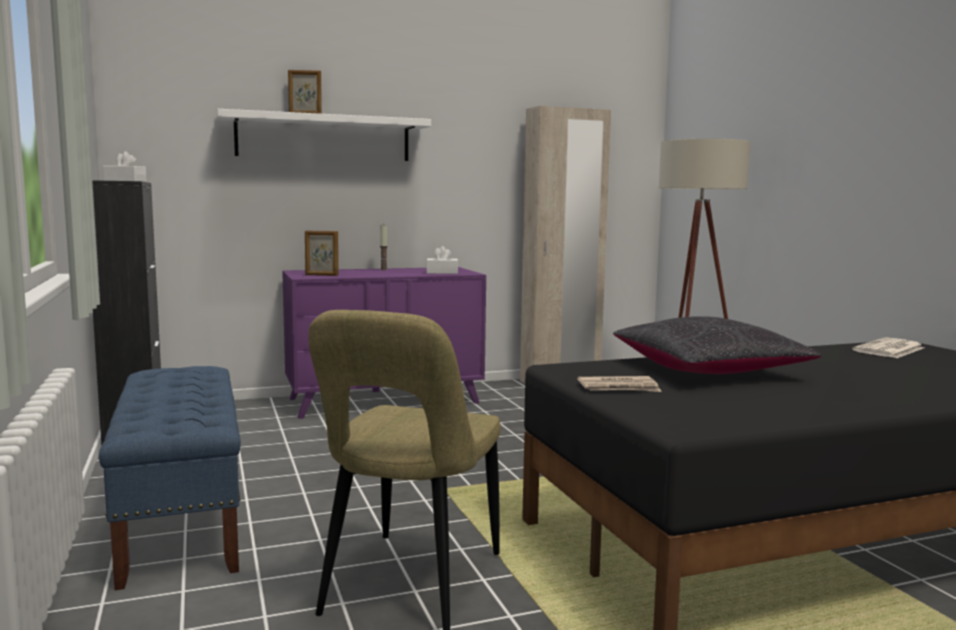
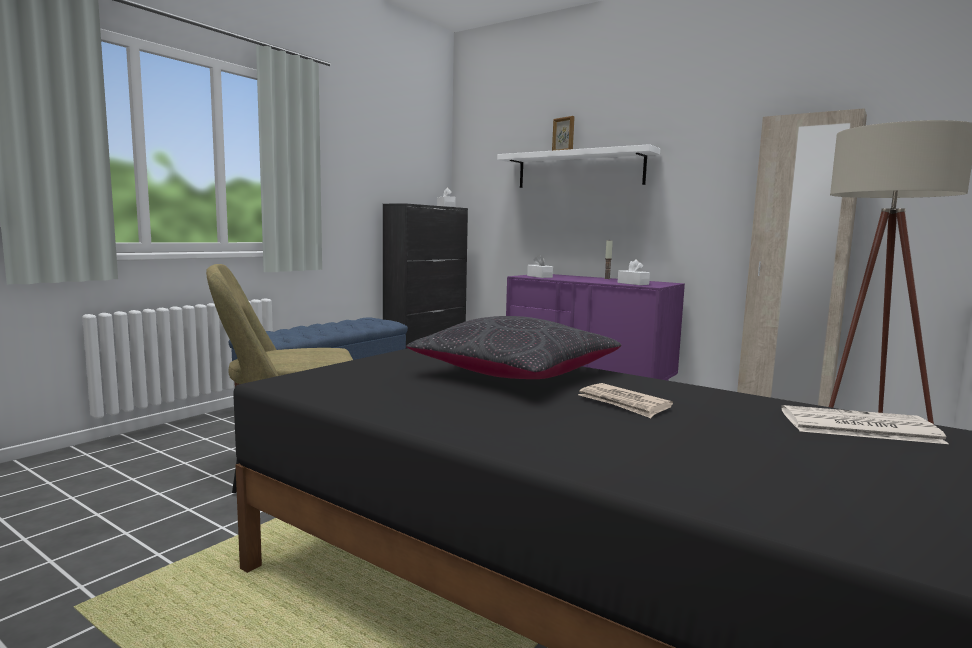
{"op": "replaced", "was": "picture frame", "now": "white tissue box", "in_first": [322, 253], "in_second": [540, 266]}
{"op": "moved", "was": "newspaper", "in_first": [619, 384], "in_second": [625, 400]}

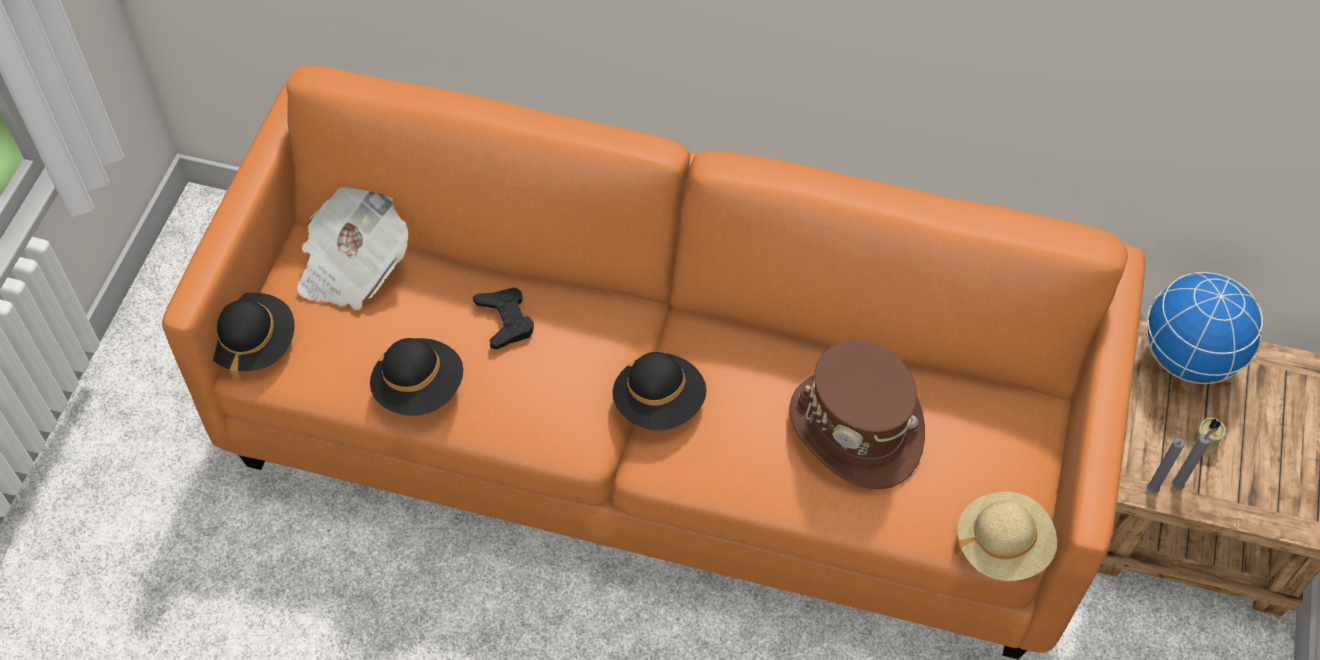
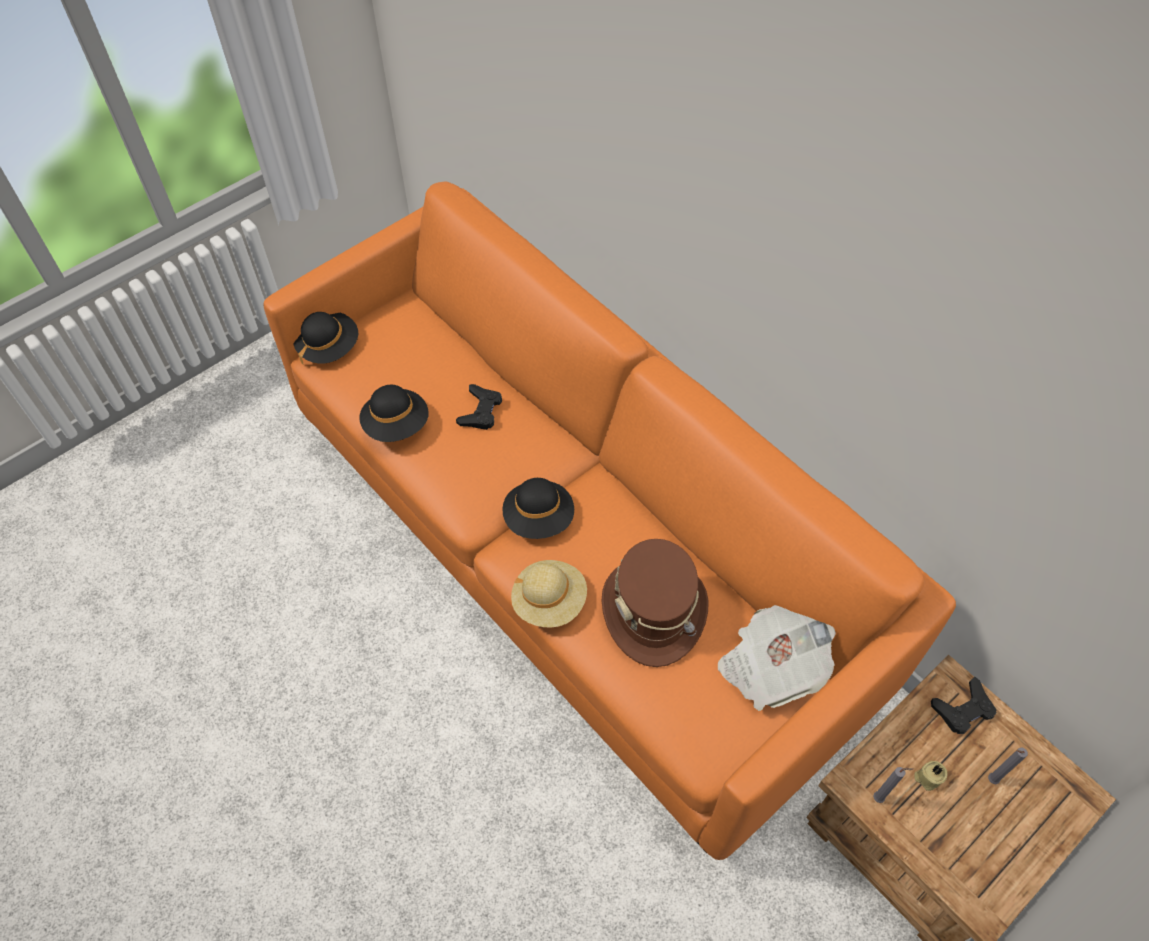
{"op": "moved", "was": "beige hat", "in_first": [1006, 536], "in_second": [549, 593]}
{"op": "moved", "was": "newspaper", "in_first": [352, 248], "in_second": [777, 658]}
{"op": "replaced", "was": "globe", "now": "black game controller", "in_first": [1205, 328], "in_second": [964, 705]}
{"op": "moved", "was": "grey candle", "in_first": [1166, 466], "in_second": [1008, 765]}

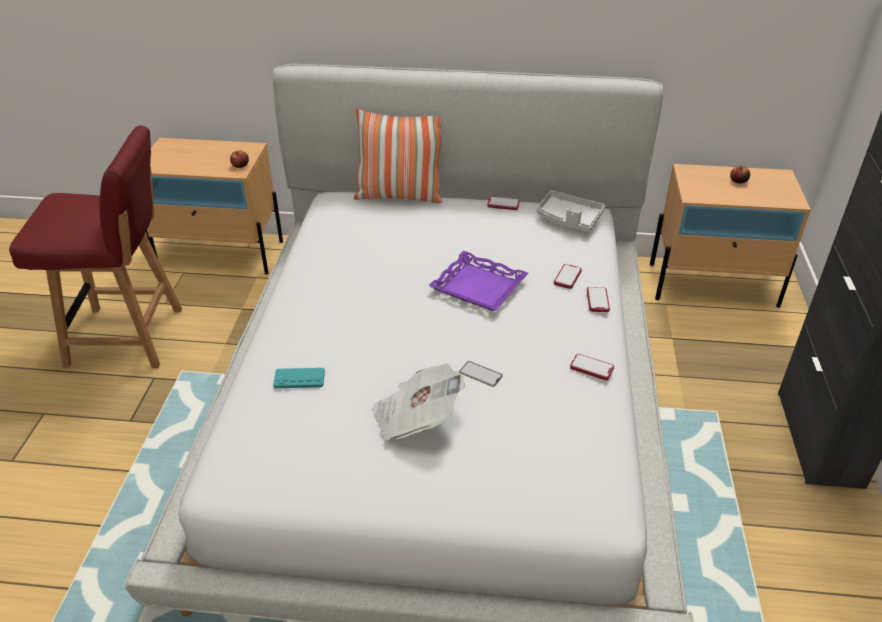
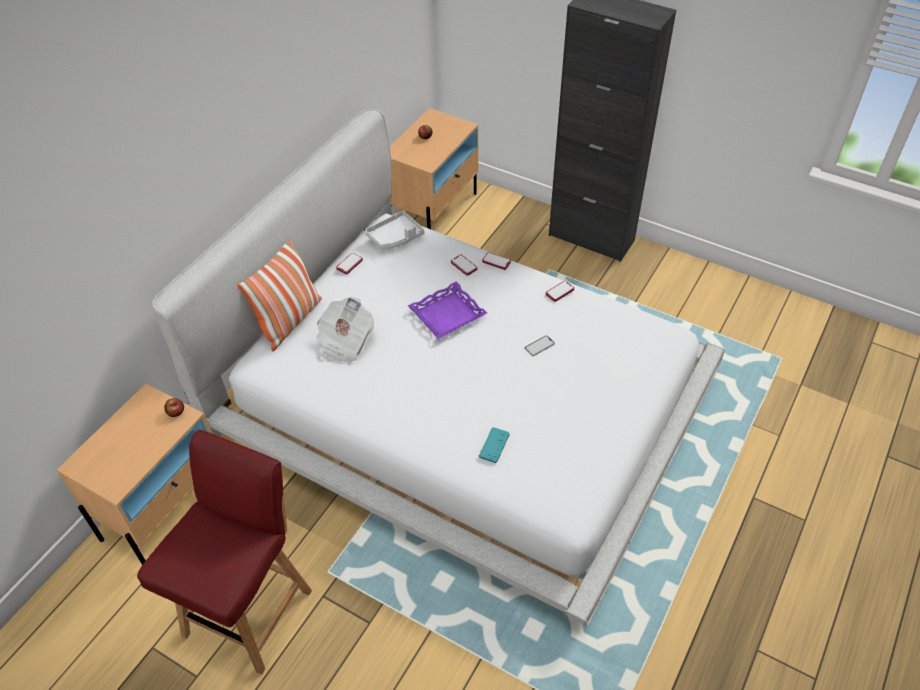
{"op": "moved", "was": "newspaper", "in_first": [418, 402], "in_second": [345, 329]}

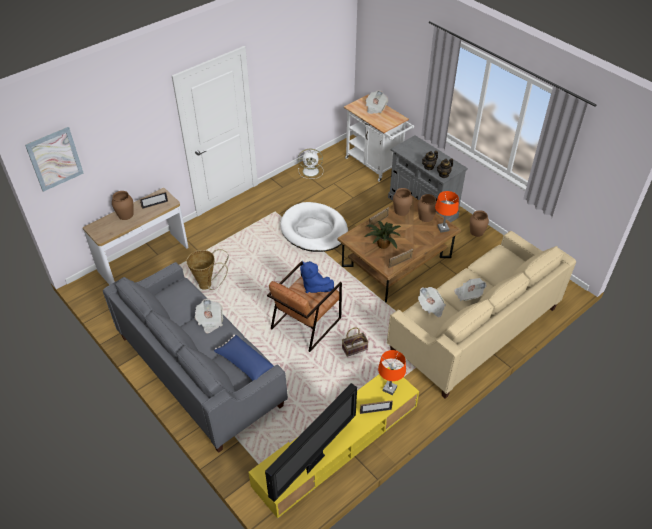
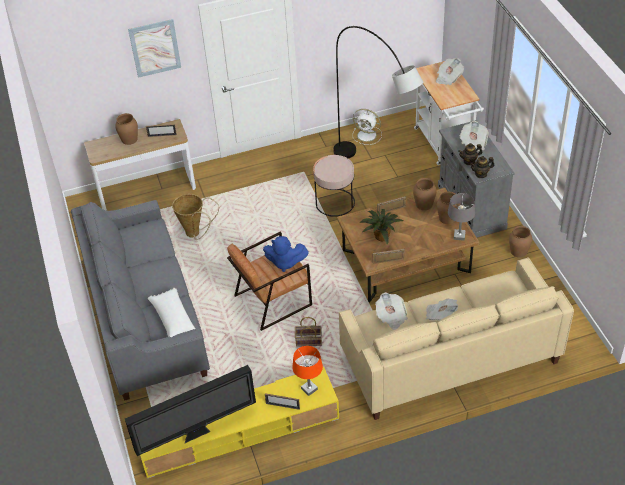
{"op": "moved", "was": "picture", "in_first": [54, 159], "in_second": [154, 48]}
{"op": "recoloured", "was": "blue pillow", "now": "white pillow", "in_first": [244, 358], "in_second": [171, 312]}
{"op": "turned", "was": "blue plush toy", "in_first": [317, 277], "in_second": [286, 254], "clockwise": -60}
{"op": "replaced", "was": "white dog bed", "now": "pink side table", "in_first": [314, 227], "in_second": [334, 186]}
{"op": "added", "now": "grey floor lamp", "in_second": [378, 92]}
{"op": "recoloured", "was": "orange table lamp", "now": "grey table lamp", "in_first": [447, 212], "in_second": [461, 217]}
{"op": "moved", "was": "newspaper", "in_first": [209, 316], "in_second": [474, 136]}

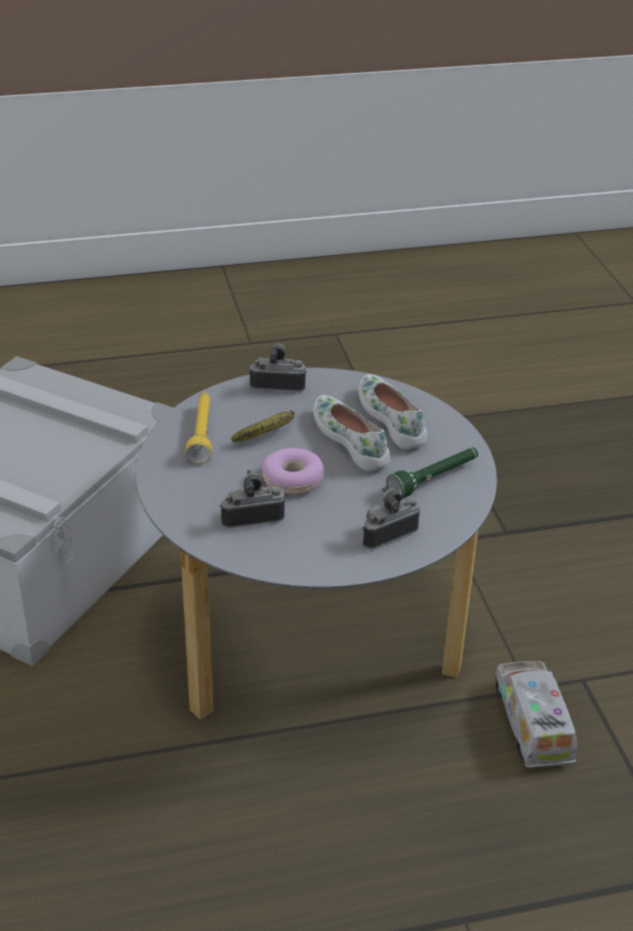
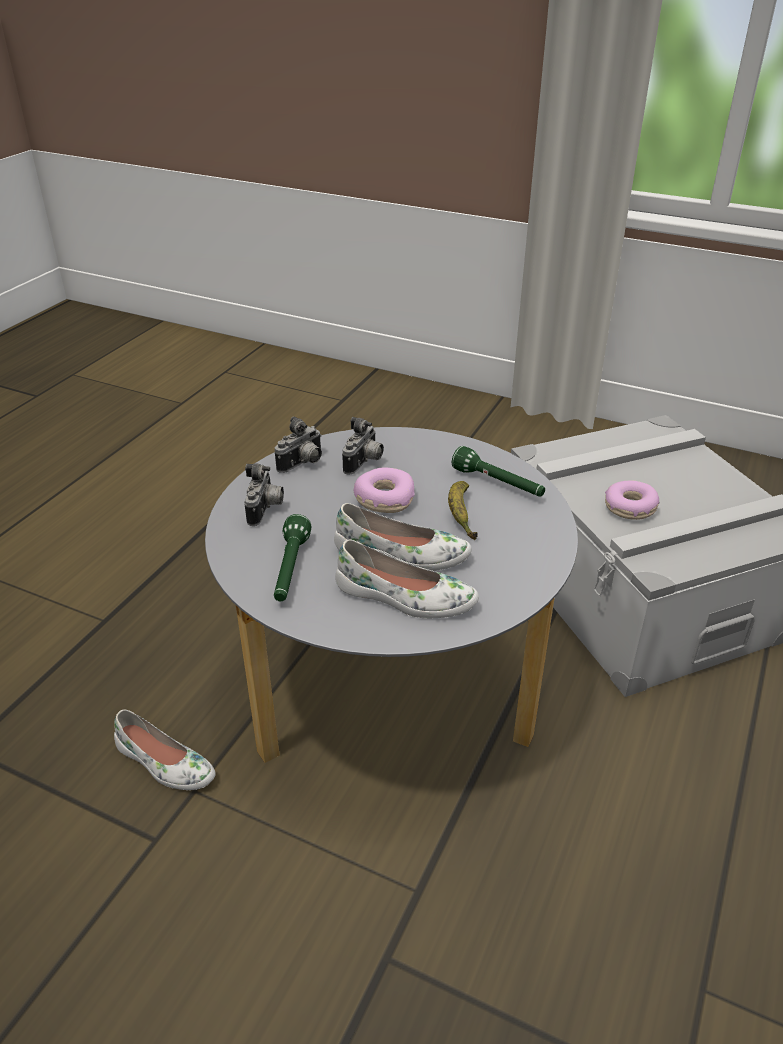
{"op": "replaced", "was": "toy truck", "now": "white shoe", "in_first": [536, 714], "in_second": [165, 750]}
{"op": "moved", "was": "photo camera", "in_first": [278, 367], "in_second": [298, 444]}
{"op": "recoloured", "was": "yellow flashlight", "now": "green flashlight", "in_first": [198, 428], "in_second": [498, 471]}
{"op": "added", "now": "donut", "in_second": [632, 500]}

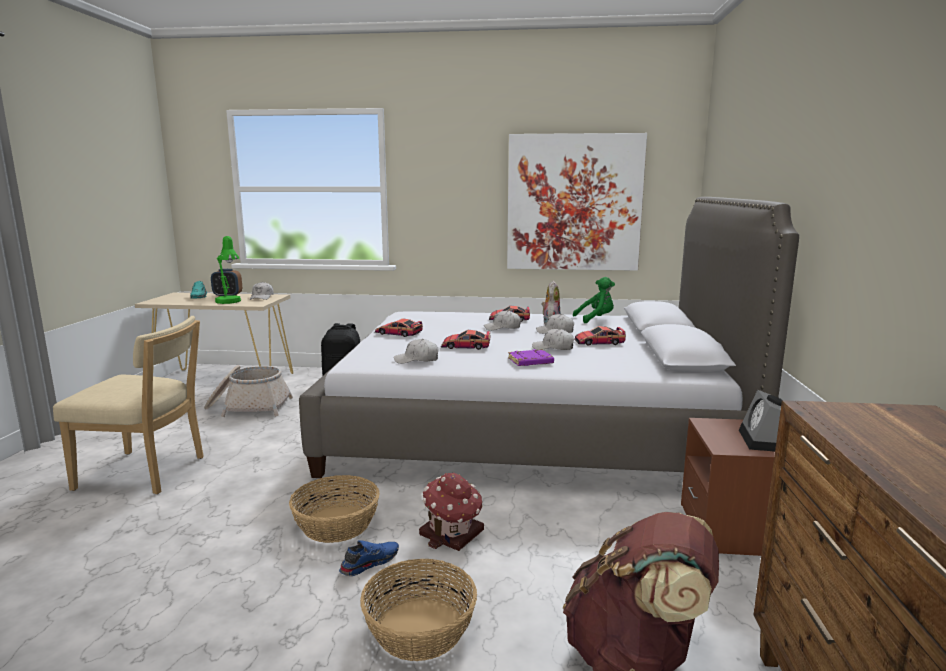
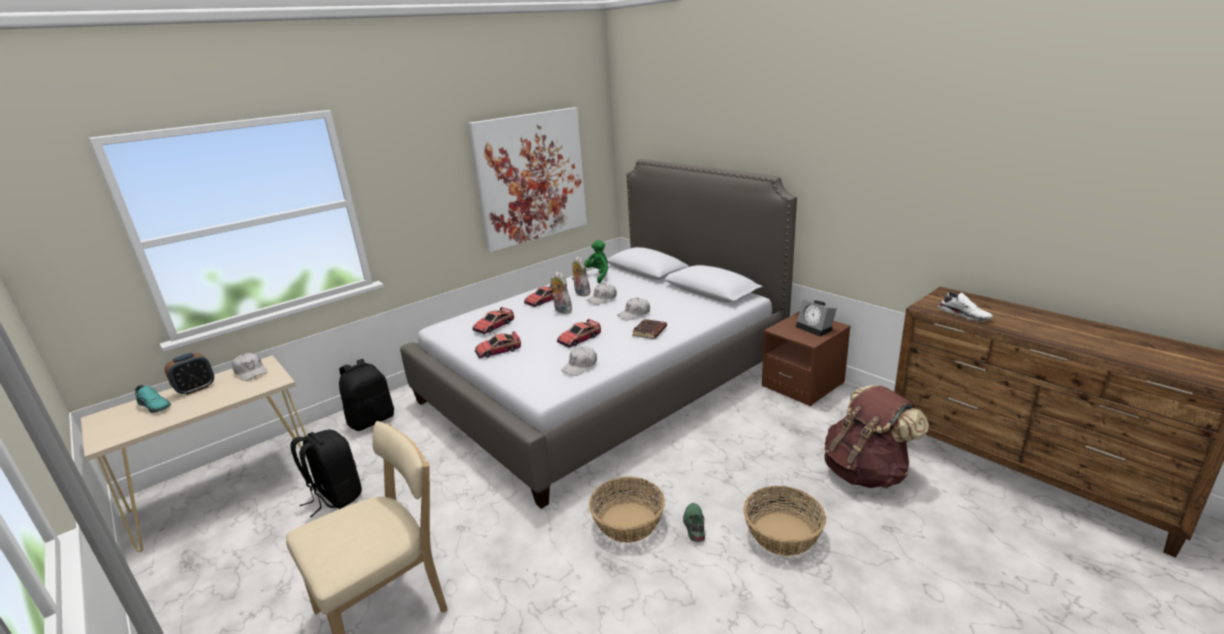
{"op": "replaced", "was": "basket", "now": "black backpack", "in_first": [248, 391], "in_second": [326, 473]}
{"op": "moved", "was": "toy car", "in_first": [600, 336], "in_second": [493, 320]}
{"op": "replaced", "was": "white cap", "now": "plush toy", "in_first": [502, 320], "in_second": [561, 293]}
{"op": "recoloured", "was": "purple book", "now": "brown book", "in_first": [531, 357], "in_second": [649, 329]}
{"op": "recoloured", "was": "blue shoe", "now": "green shoe", "in_first": [369, 558], "in_second": [694, 522]}
{"op": "added", "now": "white shoe", "in_second": [965, 306]}
{"op": "removed", "was": "green table lamp", "in_first": [228, 270]}
{"op": "removed", "was": "toy house", "in_first": [451, 512]}

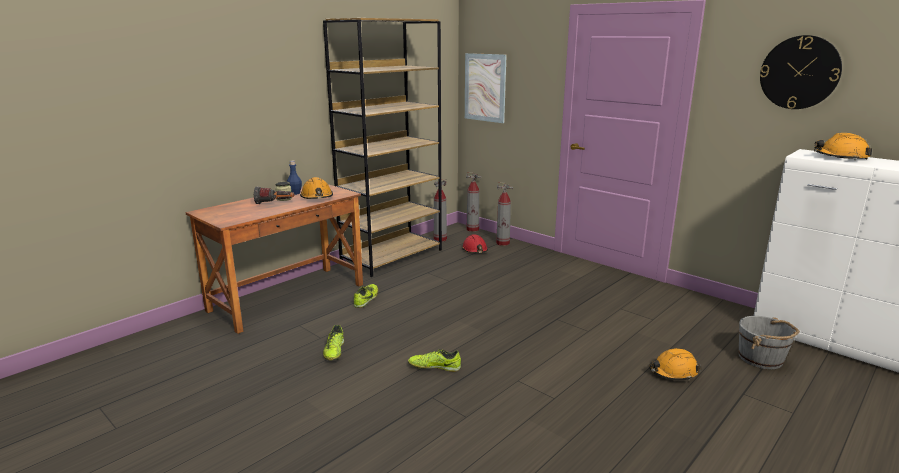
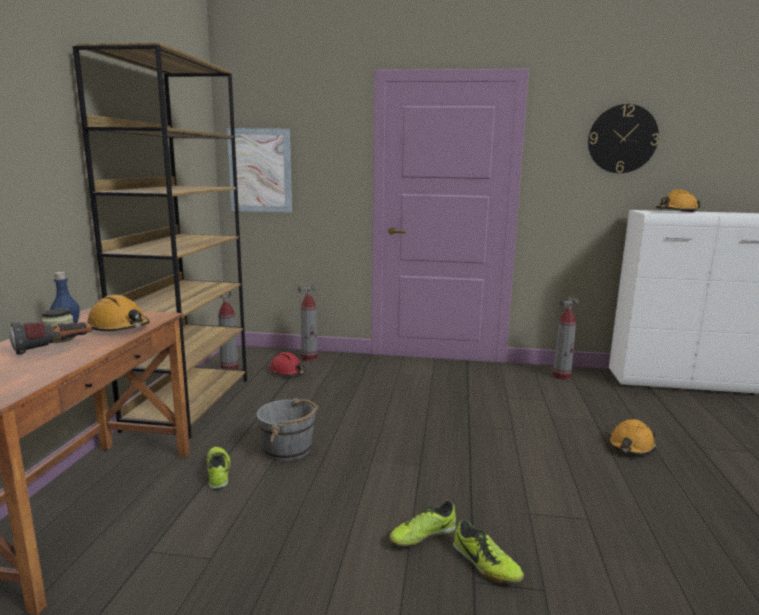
{"op": "moved", "was": "grey bucket", "in_first": [769, 342], "in_second": [287, 429]}
{"op": "moved", "was": "shoe", "in_first": [333, 342], "in_second": [488, 551]}
{"op": "moved", "was": "fire extinguisher", "in_first": [473, 202], "in_second": [565, 338]}

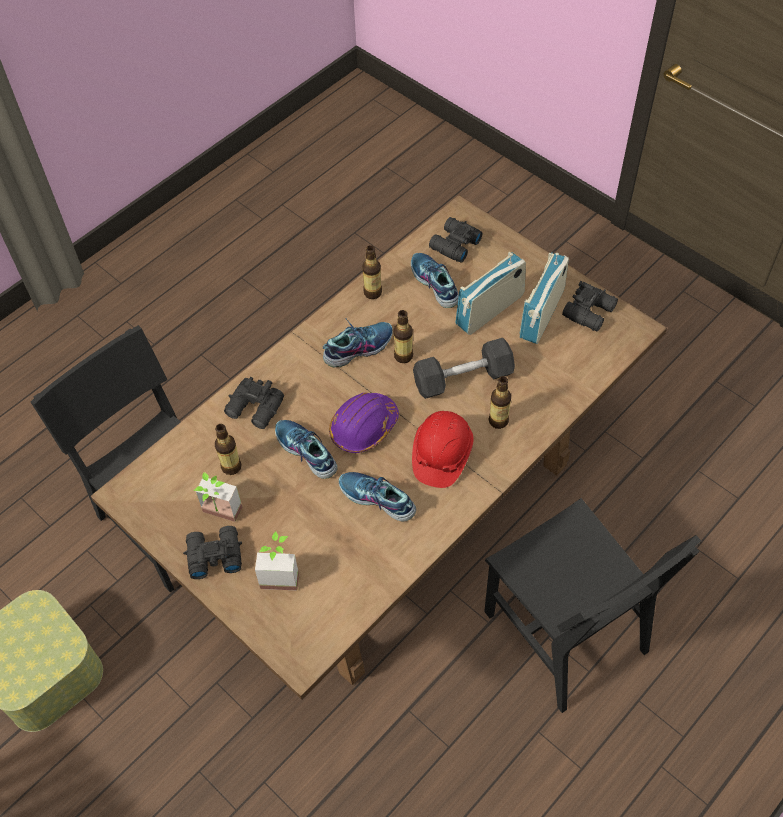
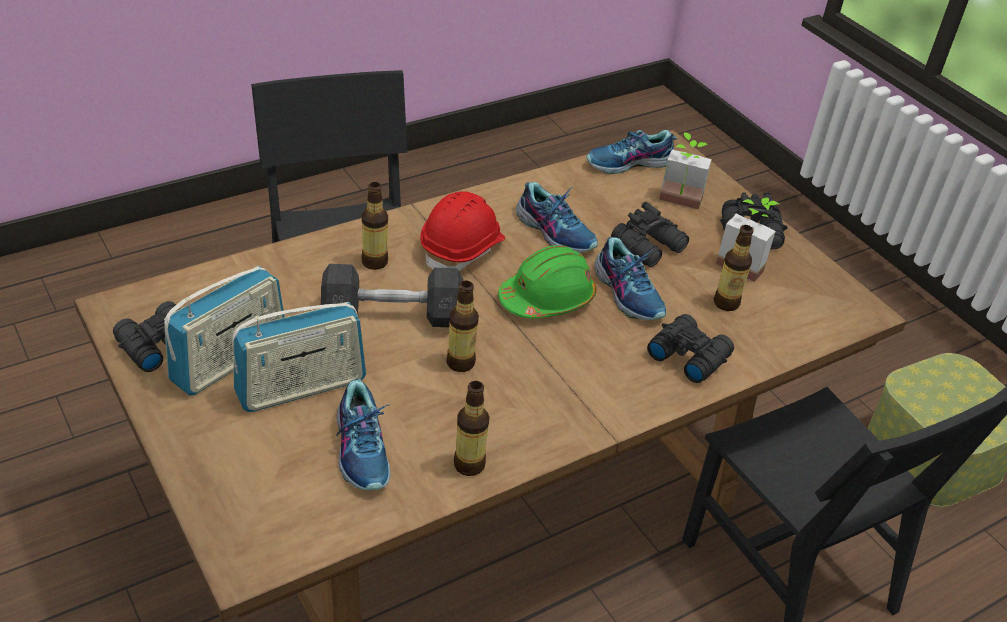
{"op": "recoloured", "was": "purple hard hat", "now": "green hard hat", "in_first": [364, 423], "in_second": [547, 282]}
{"op": "moved", "was": "shoe", "in_first": [358, 343], "in_second": [631, 152]}
{"op": "moved", "was": "black binoculars", "in_first": [456, 240], "in_second": [650, 234]}

